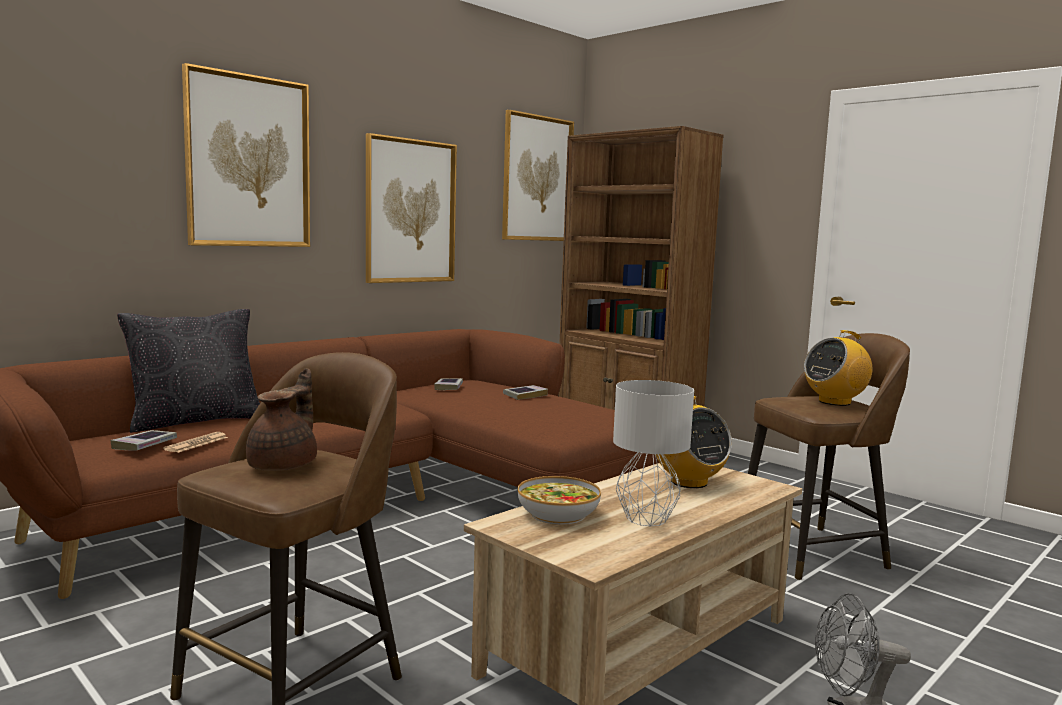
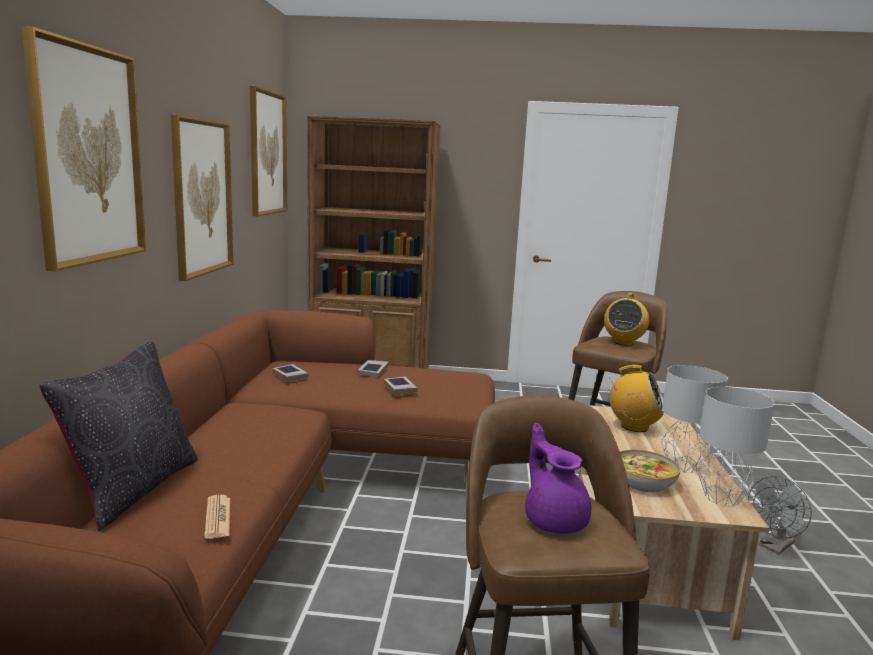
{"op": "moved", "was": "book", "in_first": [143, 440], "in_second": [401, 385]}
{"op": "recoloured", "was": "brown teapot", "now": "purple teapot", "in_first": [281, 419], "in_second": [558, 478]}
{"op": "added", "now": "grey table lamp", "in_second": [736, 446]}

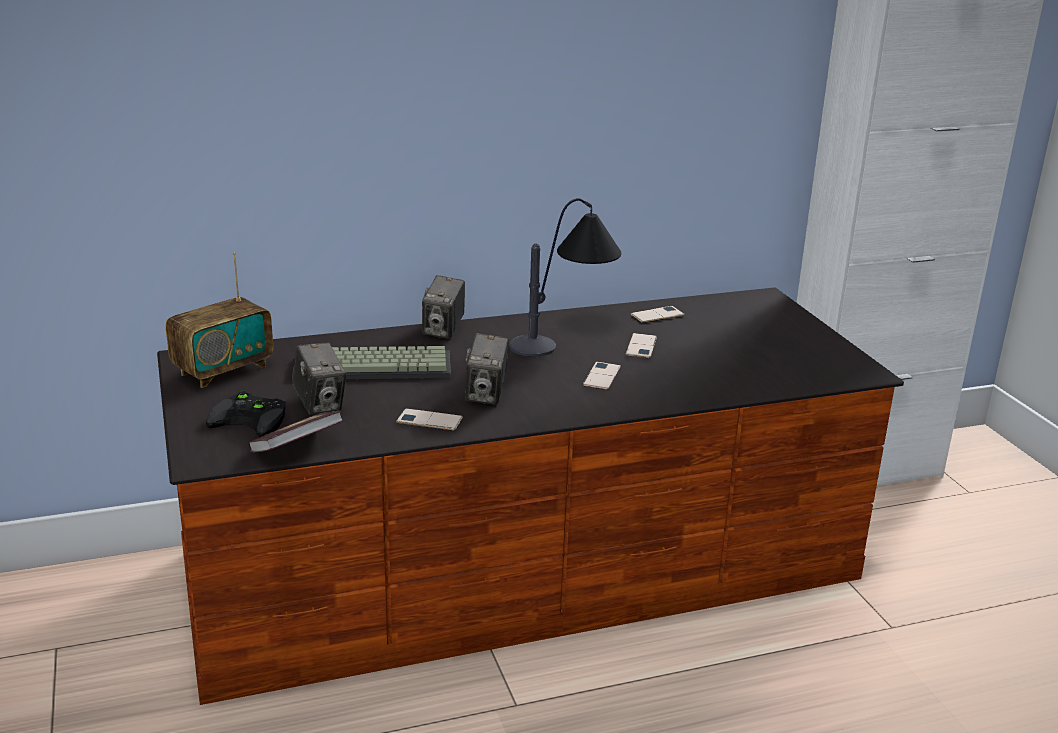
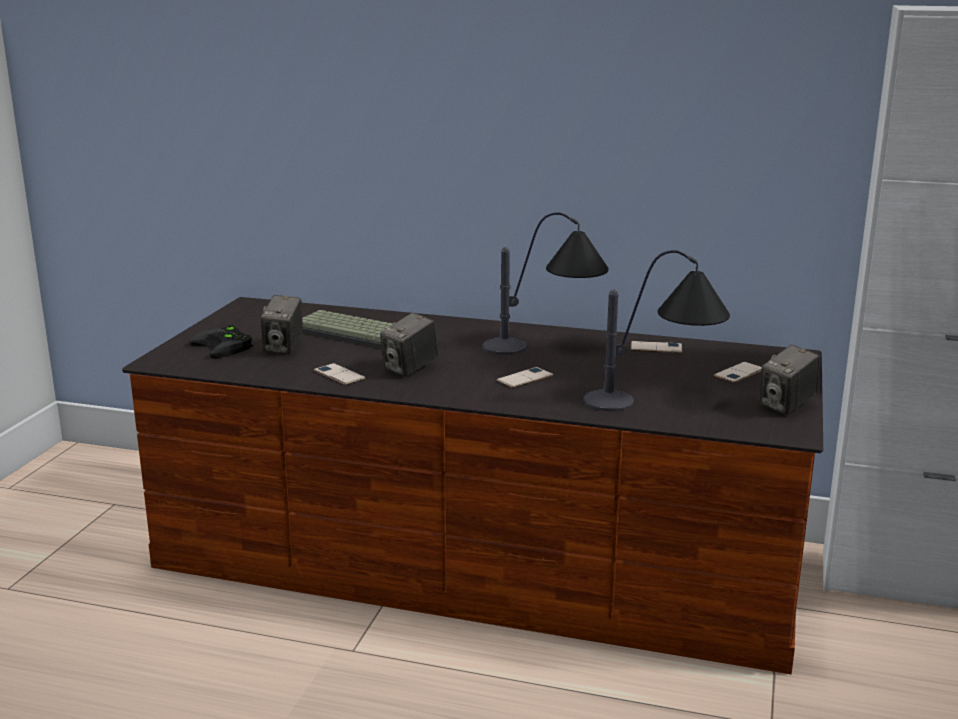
{"op": "added", "now": "table lamp", "in_second": [656, 330]}
{"op": "moved", "was": "phone", "in_first": [641, 345], "in_second": [738, 372]}
{"op": "moved", "was": "photo camera", "in_first": [443, 307], "in_second": [790, 379]}
{"op": "removed", "was": "radio", "in_first": [219, 320]}
{"op": "removed", "was": "book", "in_first": [296, 432]}

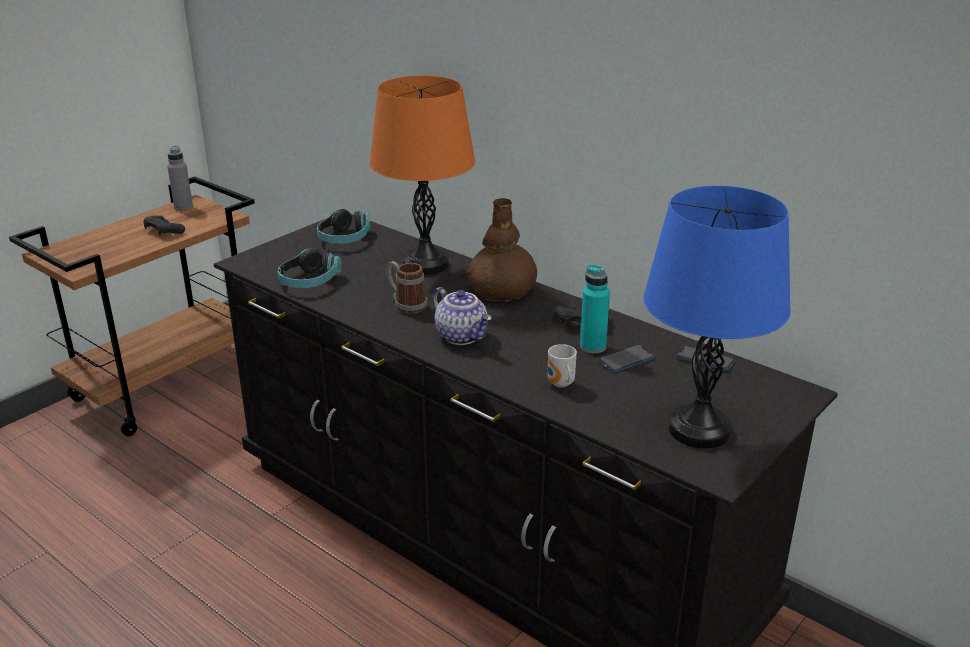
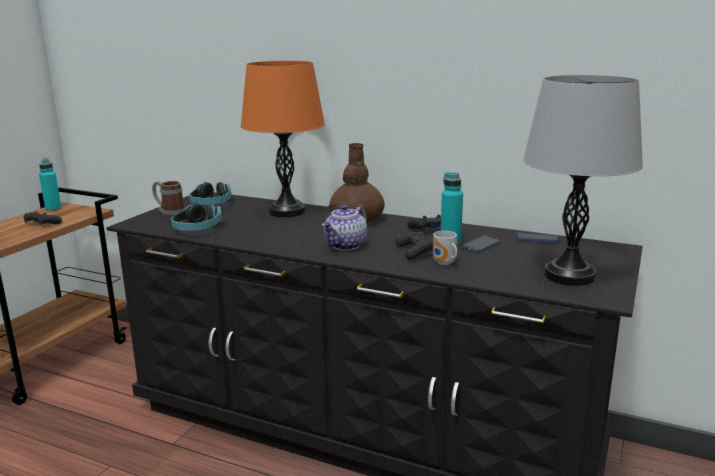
{"op": "recoloured", "was": "grey bottle", "now": "turquoise bottle", "in_first": [180, 178], "in_second": [50, 184]}
{"op": "moved", "was": "mug", "in_first": [406, 287], "in_second": [168, 199]}
{"op": "turned", "was": "teapot", "in_first": [461, 316], "in_second": [344, 228], "clockwise": 90}
{"op": "added", "now": "black game controller", "in_second": [414, 246]}
{"op": "recoloured", "was": "blue table lamp", "now": "grey table lamp", "in_first": [717, 317], "in_second": [583, 180]}

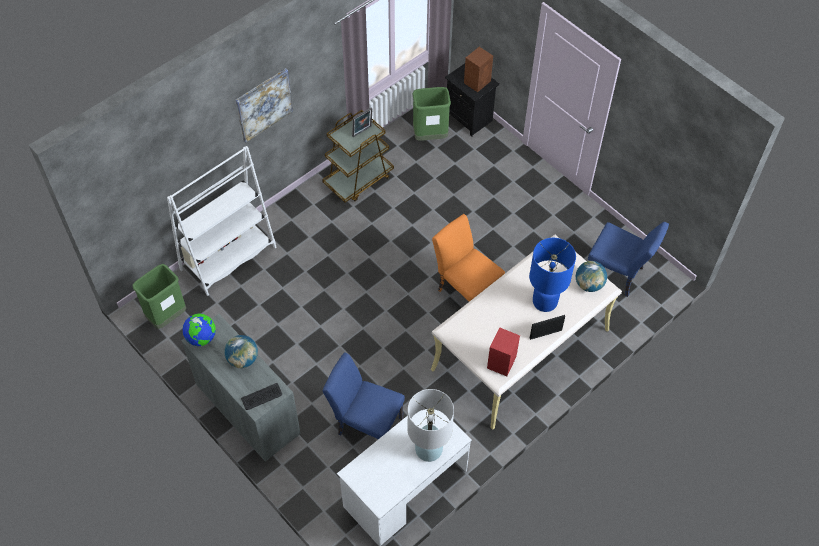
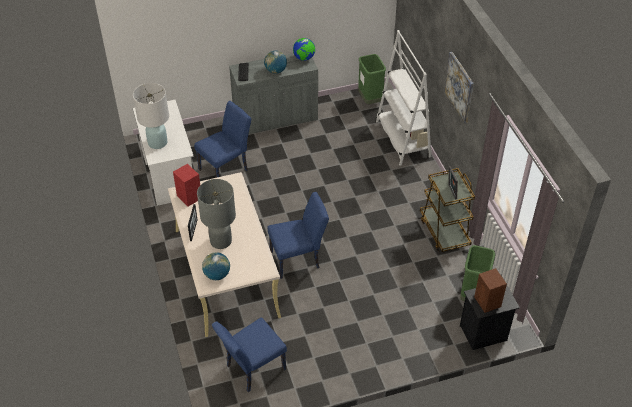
{"op": "recoloured", "was": "blue table lamp", "now": "grey table lamp", "in_first": [552, 275], "in_second": [216, 214]}
{"op": "recoloured", "was": "orange chair", "now": "blue chair", "in_first": [468, 258], "in_second": [298, 235]}

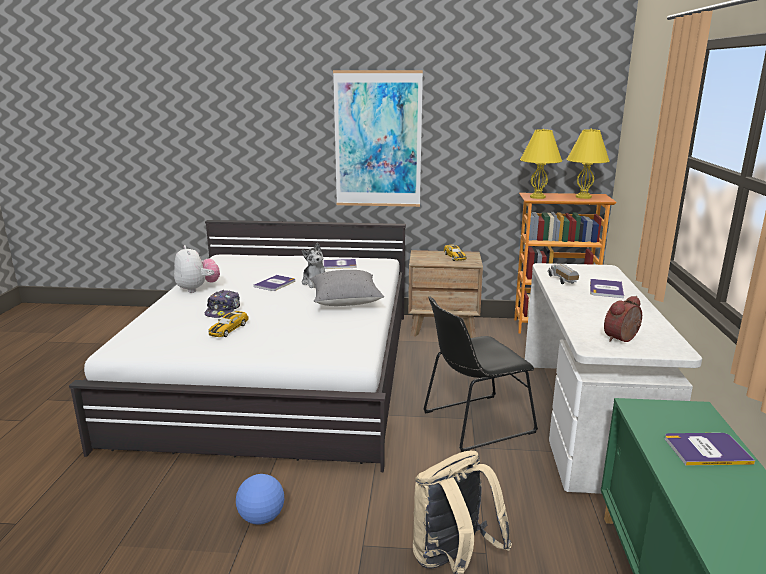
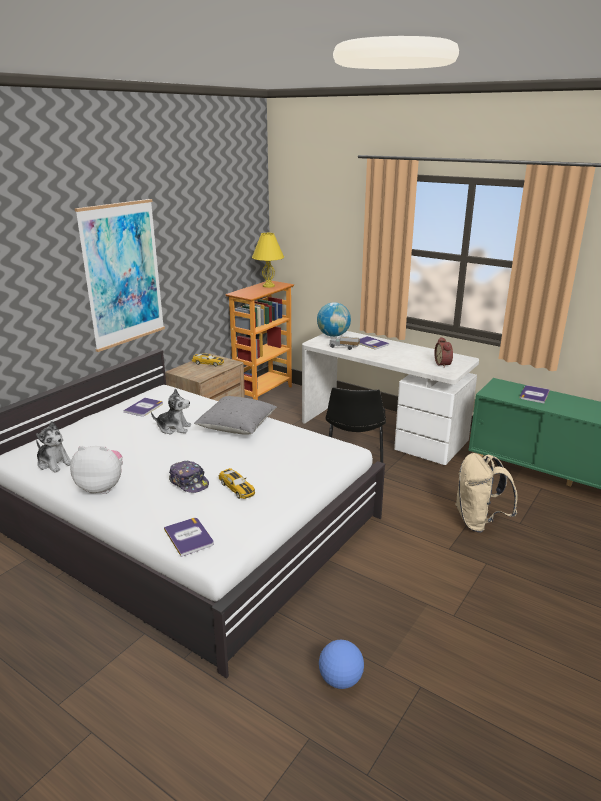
{"op": "added", "now": "plush toy", "in_second": [53, 447]}
{"op": "moved", "was": "book", "in_first": [274, 283], "in_second": [189, 537]}
{"op": "added", "now": "globe", "in_second": [334, 319]}
{"op": "moved", "was": "football", "in_first": [260, 499], "in_second": [341, 664]}
{"op": "removed", "was": "yellow table lamp", "in_first": [541, 164]}

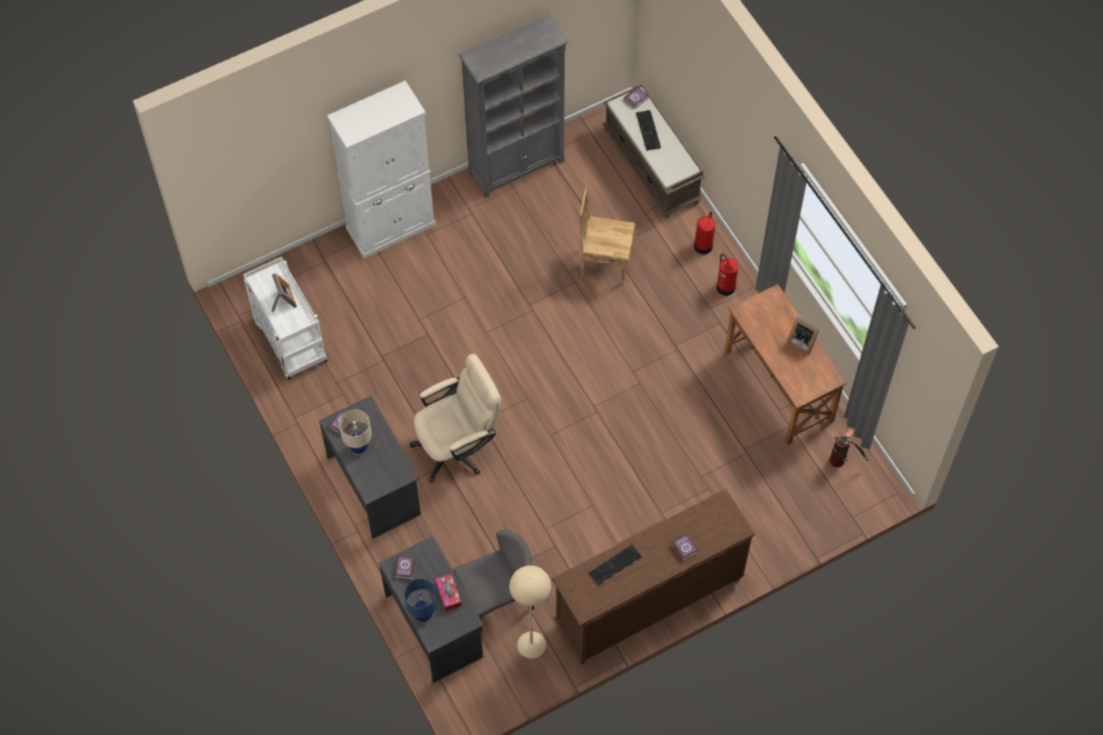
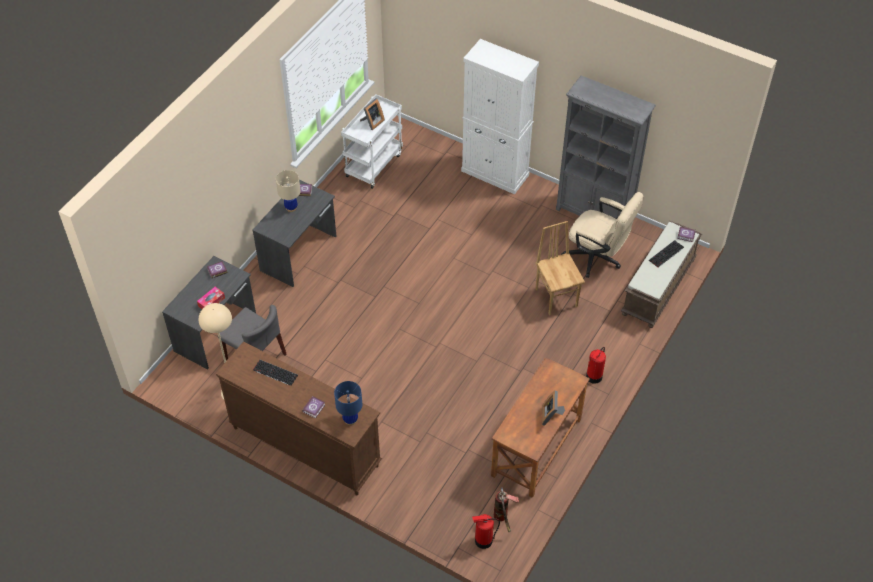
{"op": "moved", "was": "blue table lamp", "in_first": [420, 601], "in_second": [348, 403]}
{"op": "moved", "was": "fire extinguisher", "in_first": [704, 233], "in_second": [486, 531]}
{"op": "moved", "was": "beige office chair", "in_first": [455, 418], "in_second": [602, 235]}

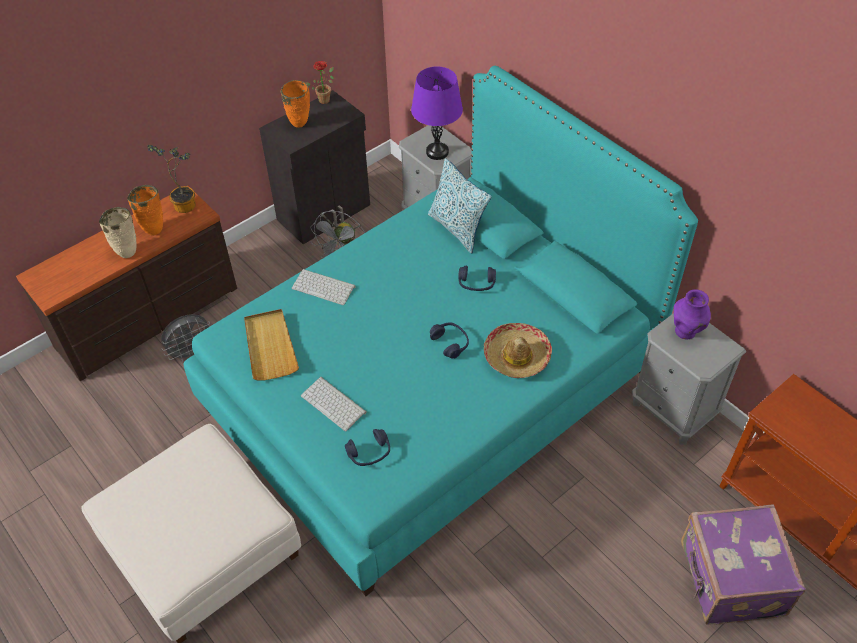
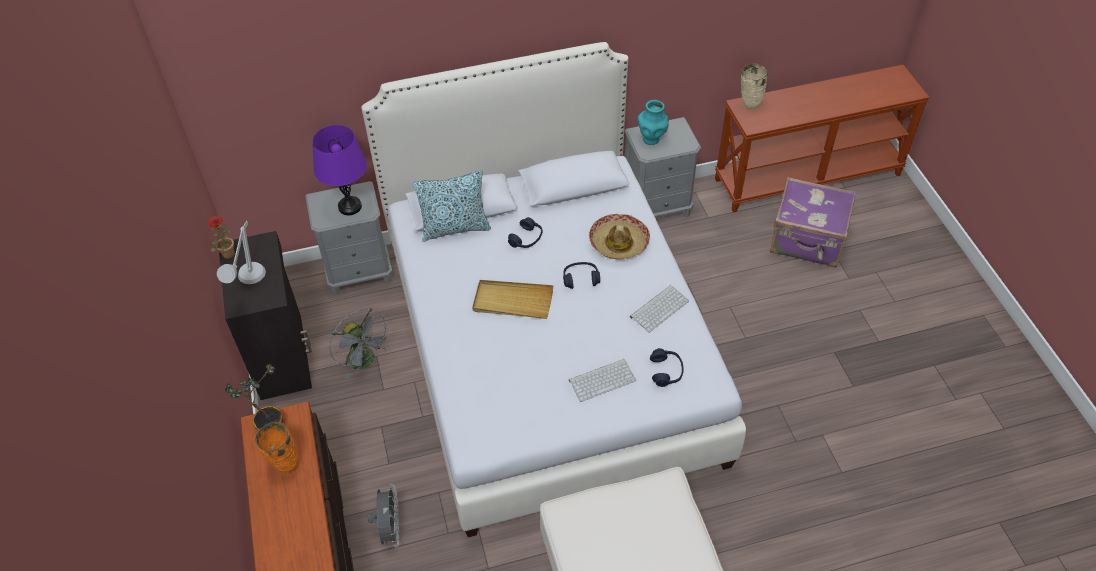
{"op": "replaced", "was": "orange vase", "now": "grey table lamp", "in_first": [295, 104], "in_second": [241, 252]}
{"op": "recoloured", "was": "turquoise bed", "now": "white bed", "in_first": [441, 331], "in_second": [553, 289]}
{"op": "moved", "was": "beige tray", "in_first": [271, 344], "in_second": [512, 299]}
{"op": "moved", "was": "keyboard", "in_first": [324, 287], "in_second": [659, 309]}
{"op": "recoloured", "was": "purple vase", "now": "turquoise vase", "in_first": [692, 314], "in_second": [653, 122]}
{"op": "moved", "was": "beige vase", "in_first": [118, 232], "in_second": [754, 86]}

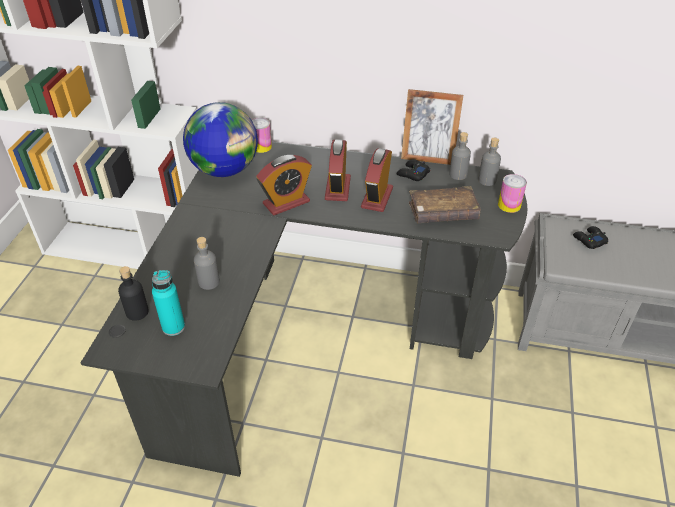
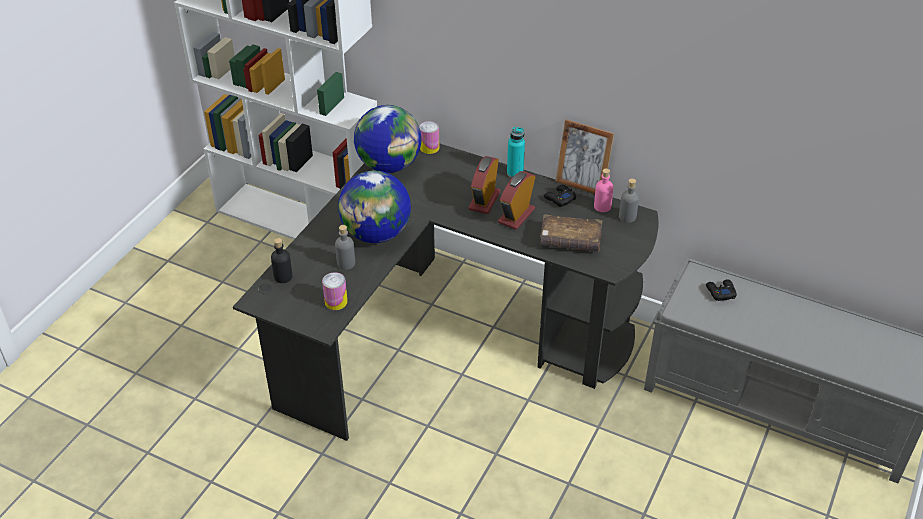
{"op": "moved", "was": "can", "in_first": [512, 193], "in_second": [335, 291]}
{"op": "added", "now": "globe", "in_second": [374, 207]}
{"op": "moved", "was": "turquoise bottle", "in_first": [168, 303], "in_second": [516, 152]}
{"op": "recoloured", "was": "grey bottle", "now": "pink bottle", "in_first": [460, 156], "in_second": [603, 190]}
{"op": "removed", "was": "alarm clock", "in_first": [284, 185]}

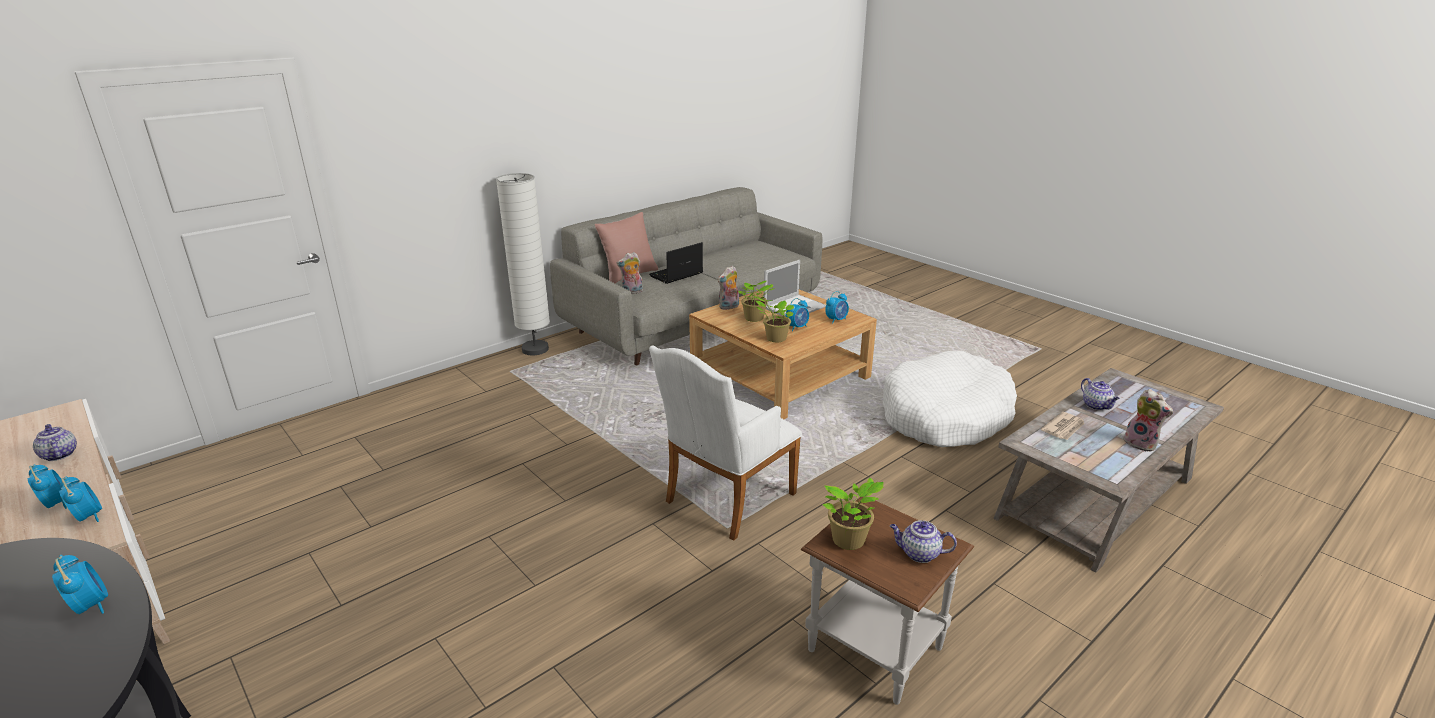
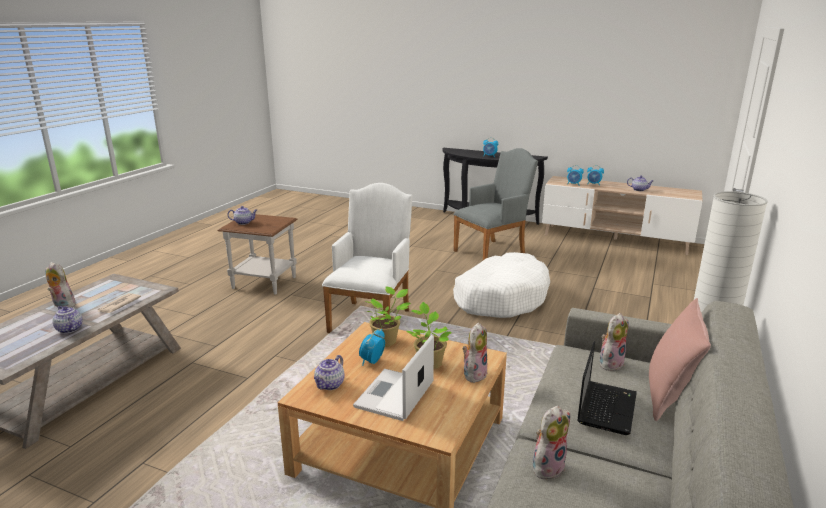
{"op": "replaced", "was": "alarm clock", "now": "teapot", "in_first": [837, 307], "in_second": [329, 372]}
{"op": "added", "now": "grey armchair", "in_second": [495, 204]}
{"op": "moved", "was": "white dog bed", "in_first": [950, 399], "in_second": [501, 285]}
{"op": "added", "now": "plush toy", "in_second": [551, 442]}
{"op": "removed", "was": "potted plant", "in_first": [853, 514]}

